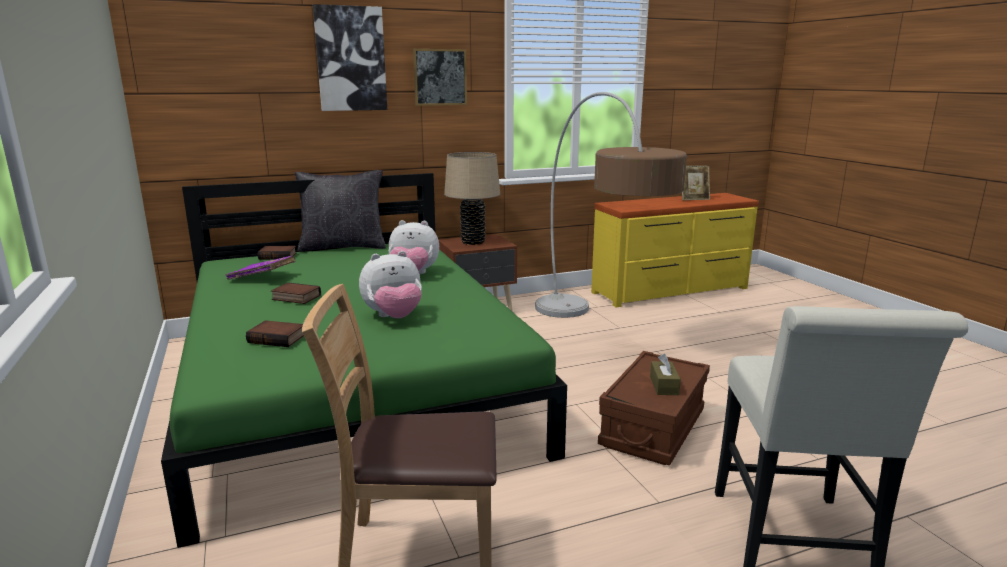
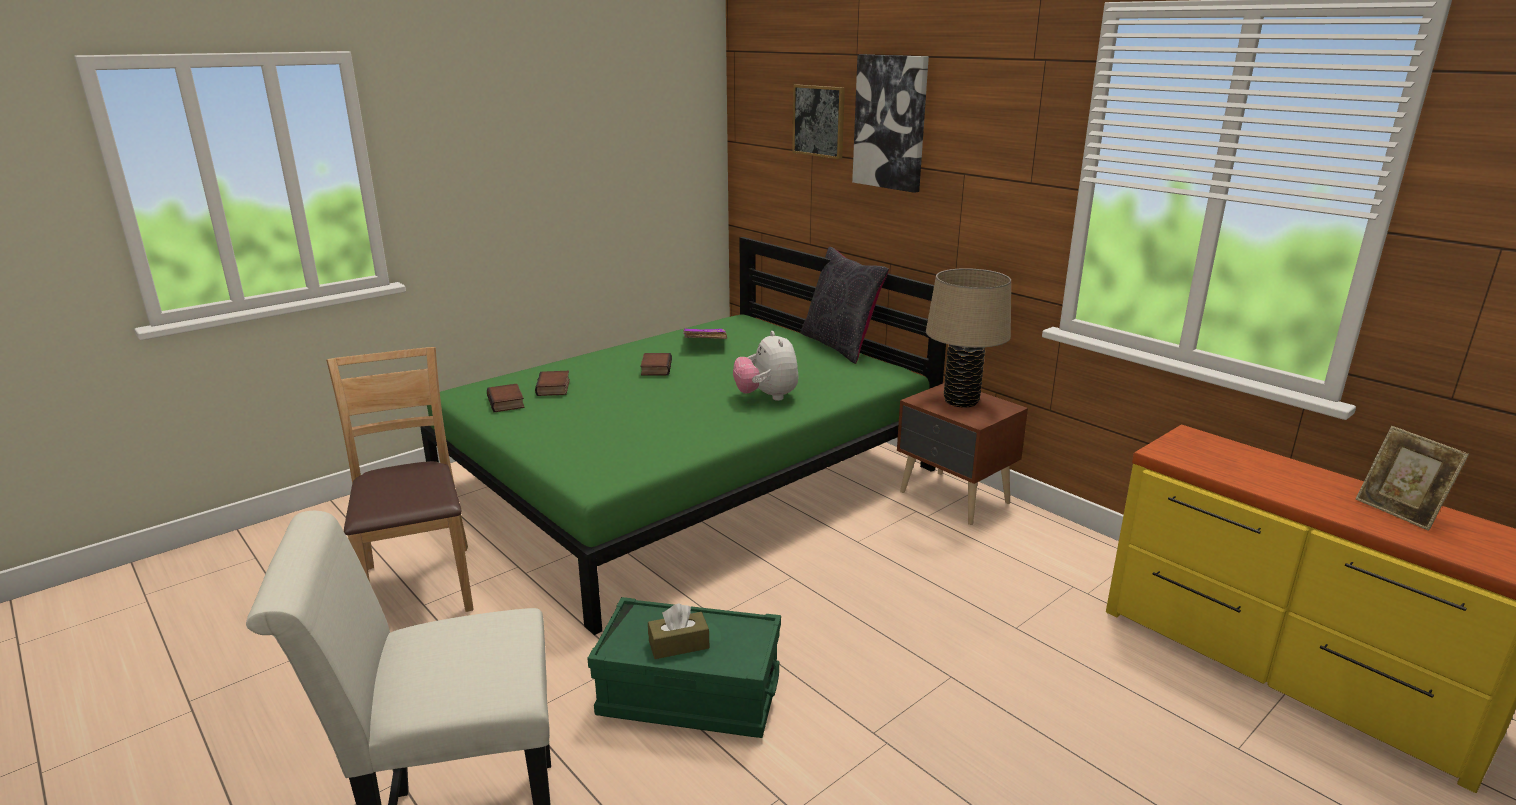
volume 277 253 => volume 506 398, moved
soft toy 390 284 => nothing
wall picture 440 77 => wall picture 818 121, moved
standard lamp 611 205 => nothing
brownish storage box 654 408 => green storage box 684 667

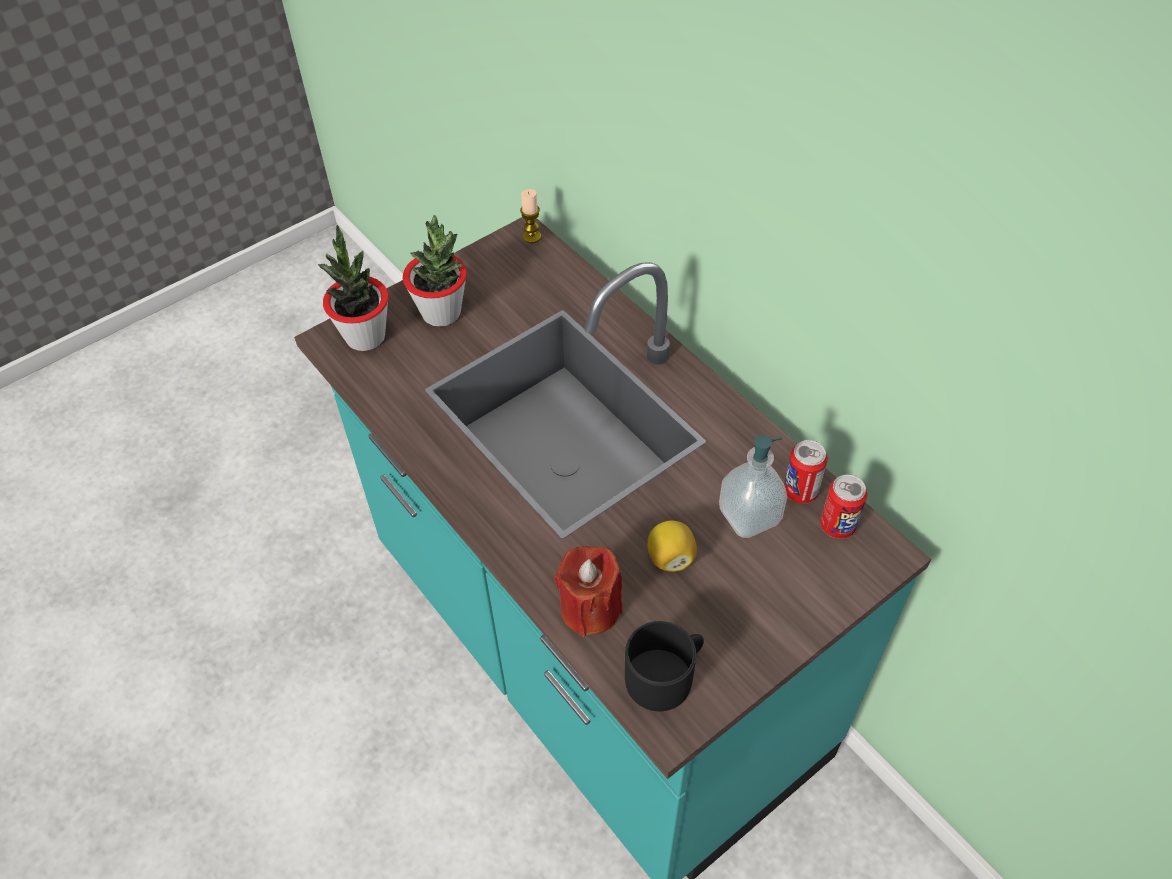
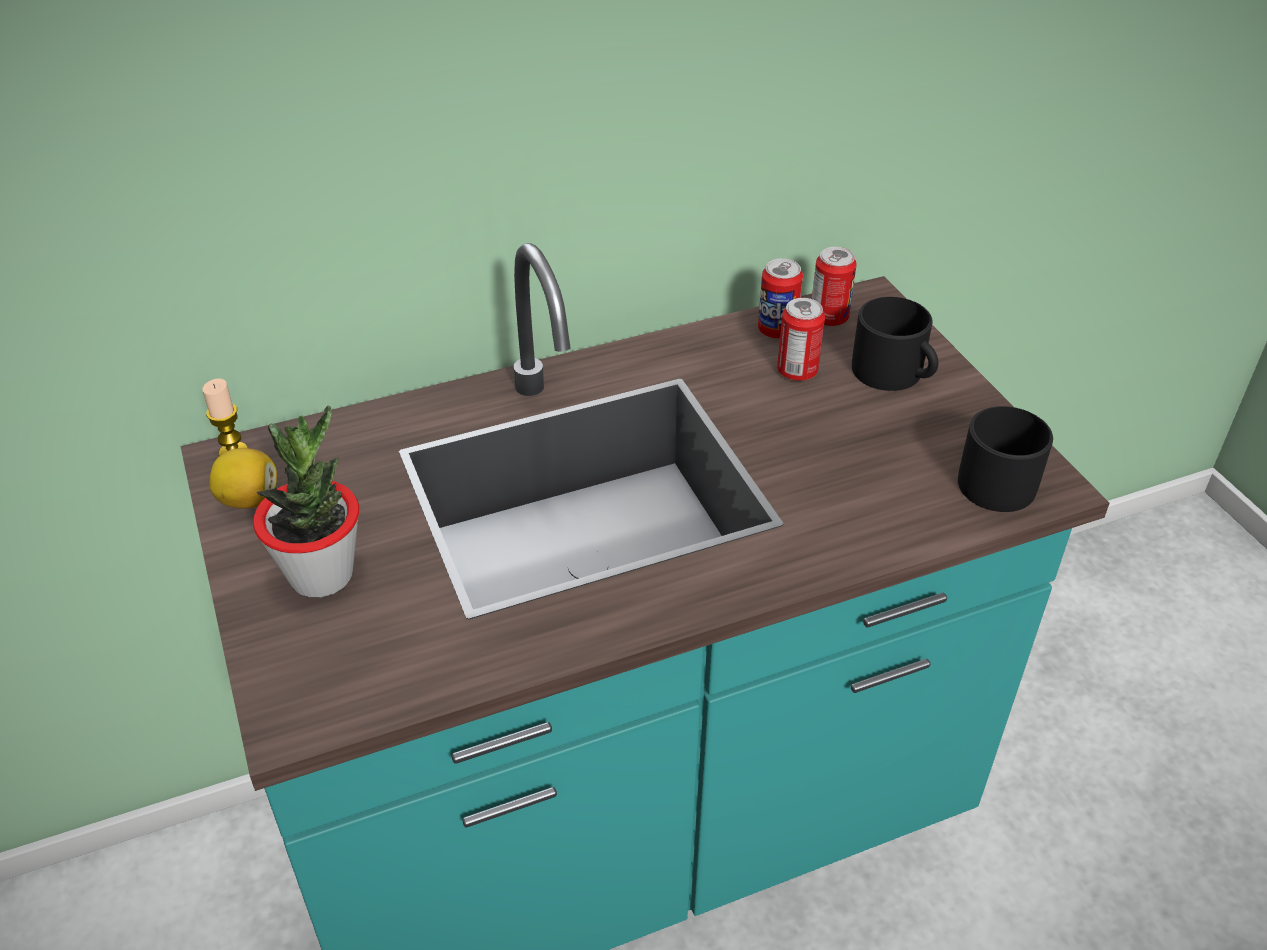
potted plant 353 288 => nothing
reddish candle 588 591 => nothing
lemon 672 546 => lemon 243 478, moved
soap bottle 753 486 => sealed can 801 339
nothing => blackish coffee mug 895 344

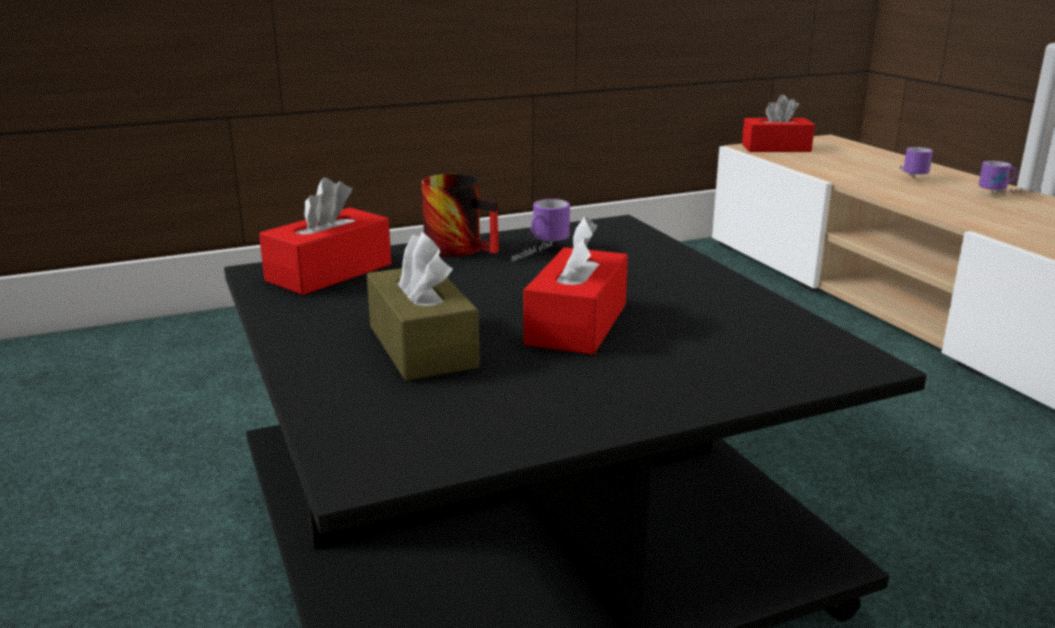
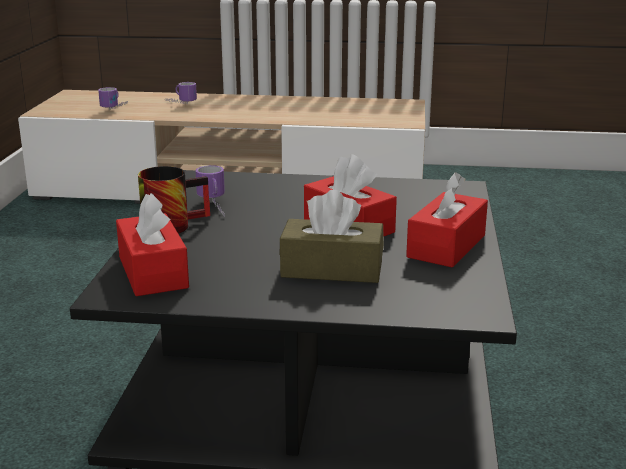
reddish tissue holder 778 123 => reddish tissue holder 447 220, moved
coffee mug 1006 178 => coffee mug 113 98, moved

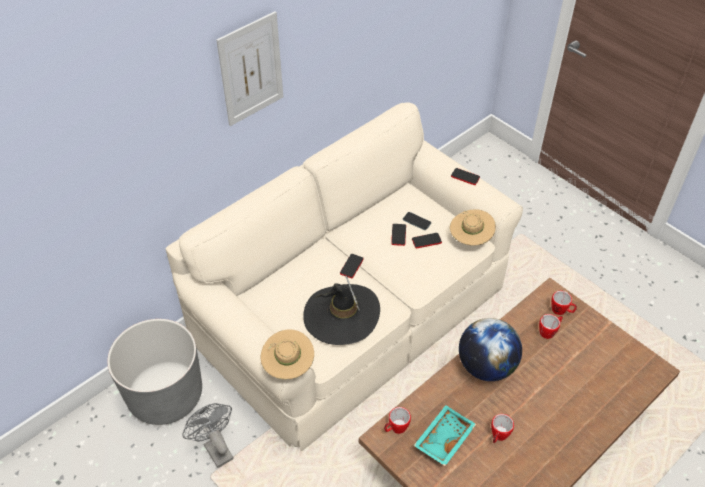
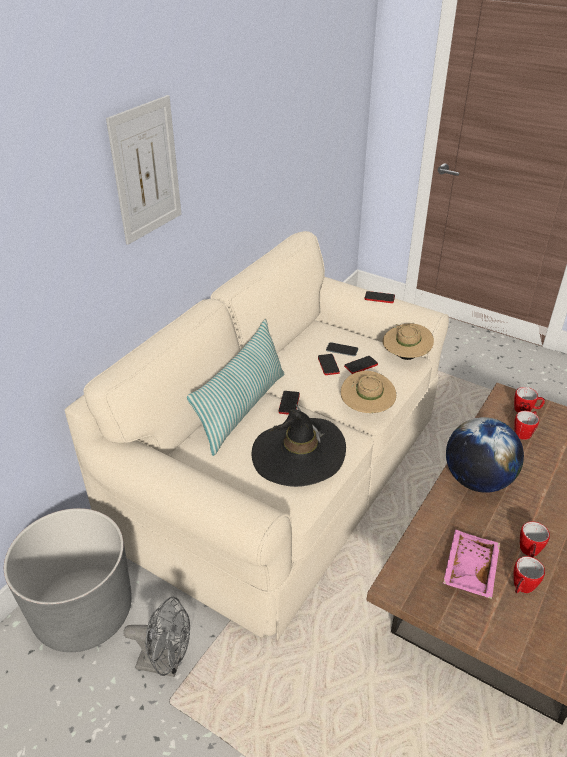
grey electric fan 208 435 => grey electric fan 156 637, 150 degrees clockwise
sand-coloured wearable hat 287 354 => sand-coloured wearable hat 368 392, moved
coffee mug 397 420 => coffee mug 529 574, moved
turquoise tray 444 435 => pink tray 471 564
nothing => cushion 236 388

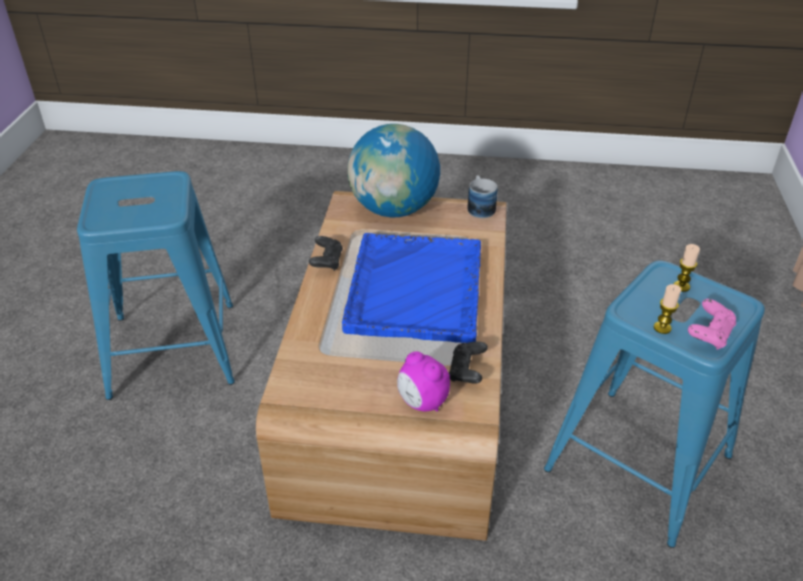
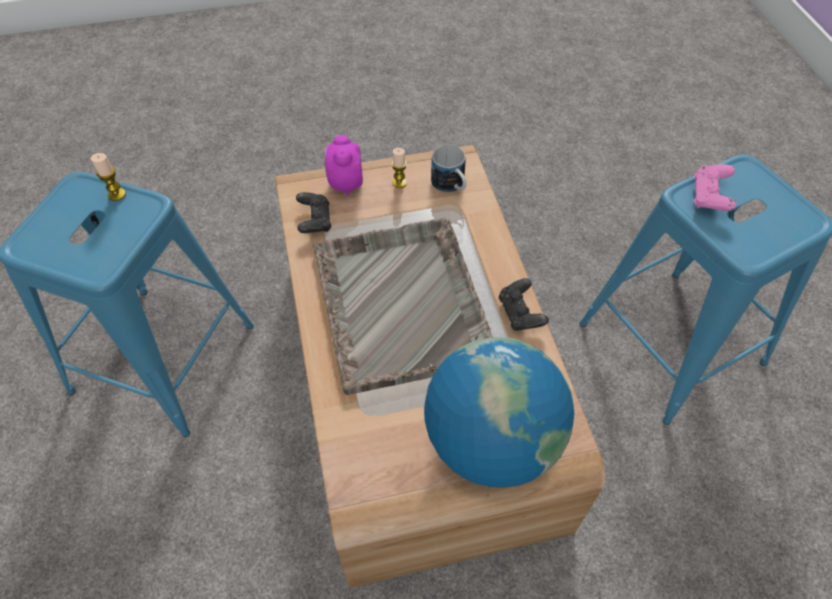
blue-coloured tray 411 288 => grey tray 403 306
table clock 423 381 => table clock 344 165, 120 degrees counterclockwise
coffee mug 482 196 => coffee mug 448 169, moved
candle 687 268 => candle 399 168, moved
pink gamepad 712 324 => pink gamepad 715 187, moved

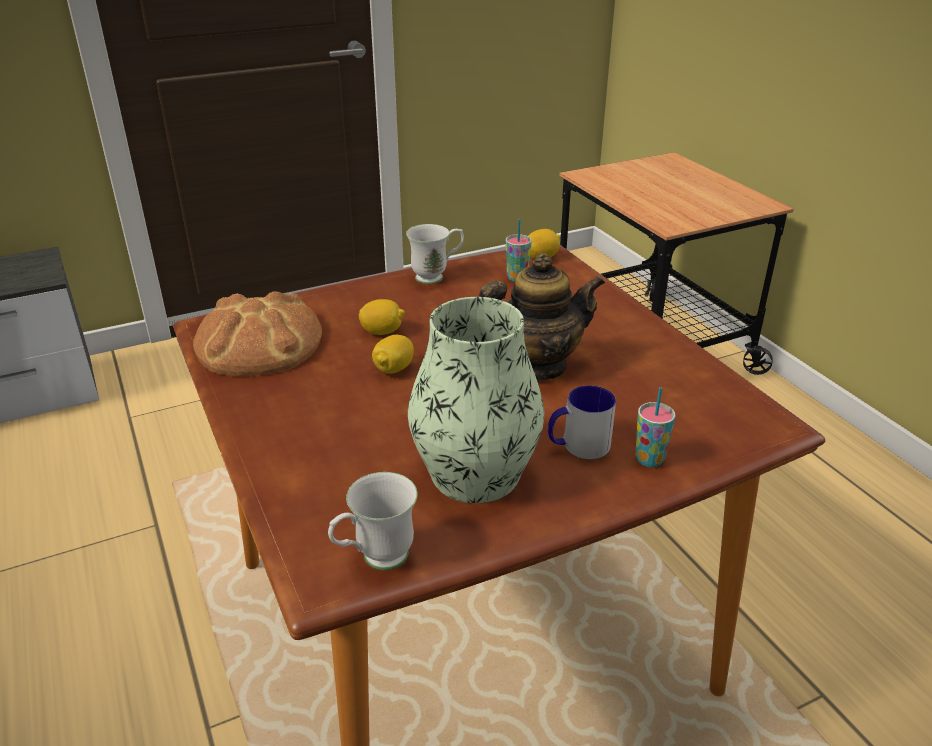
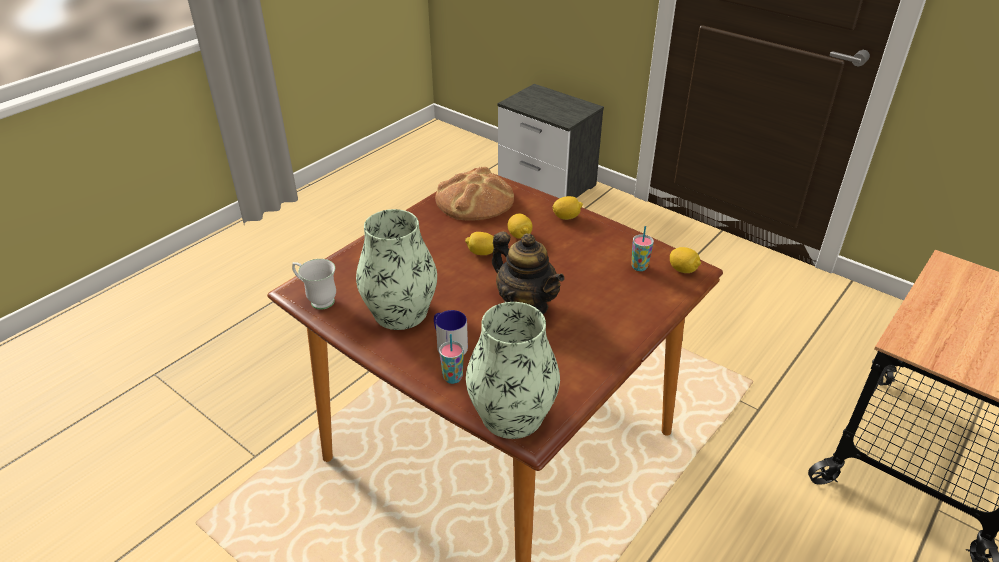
whitish coffee mug 435 254 => nothing
nothing => decorative vase 513 370
nothing => lemon 567 208

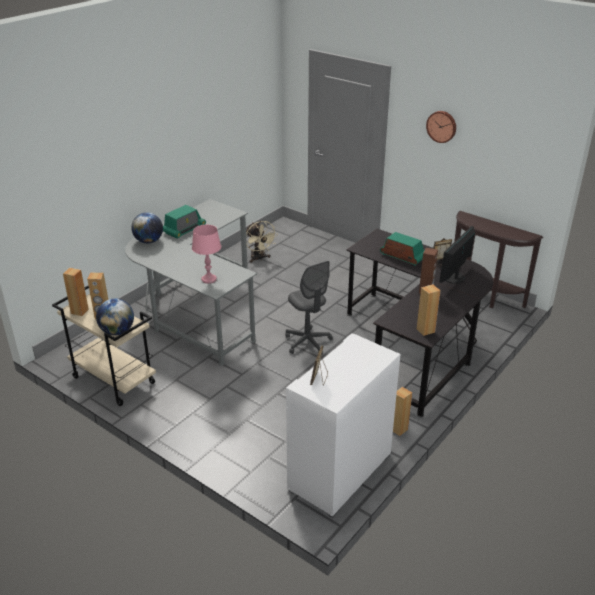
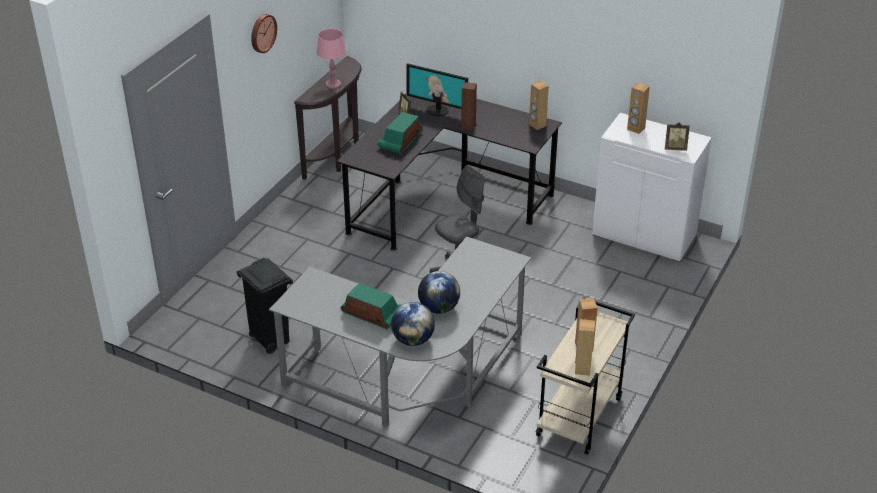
world globe 115 316 => world globe 439 292, moved
pink lamp for a table 206 254 => pink lamp for a table 331 59, moved
sand-coloured electric fan 262 242 => blackish waste bin 264 306
brownish loudspeaker 402 411 => brownish loudspeaker 638 108, moved

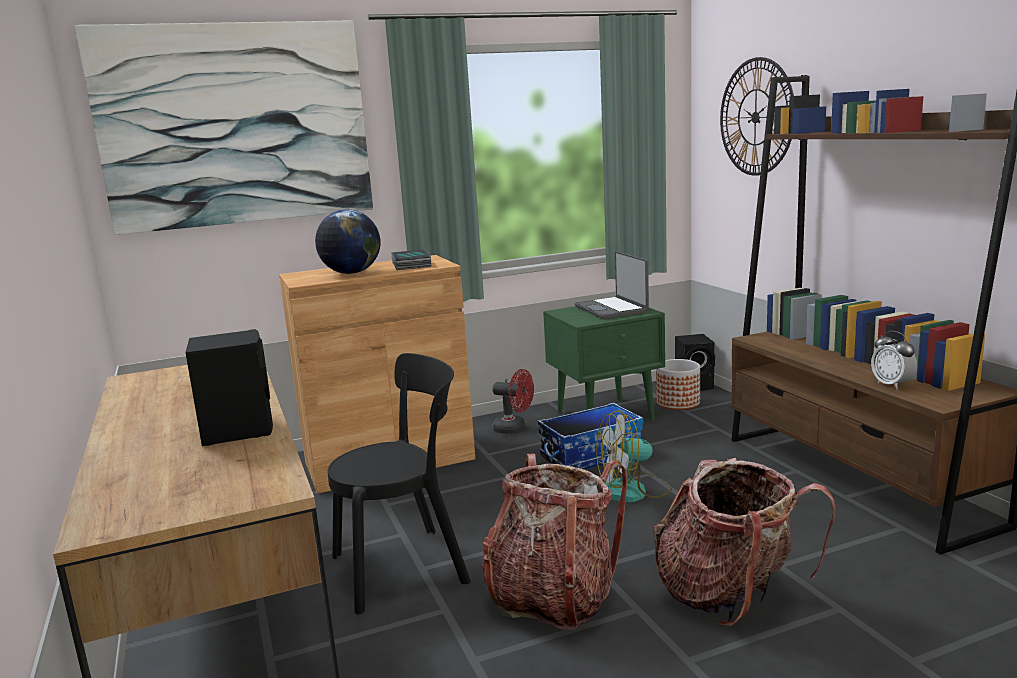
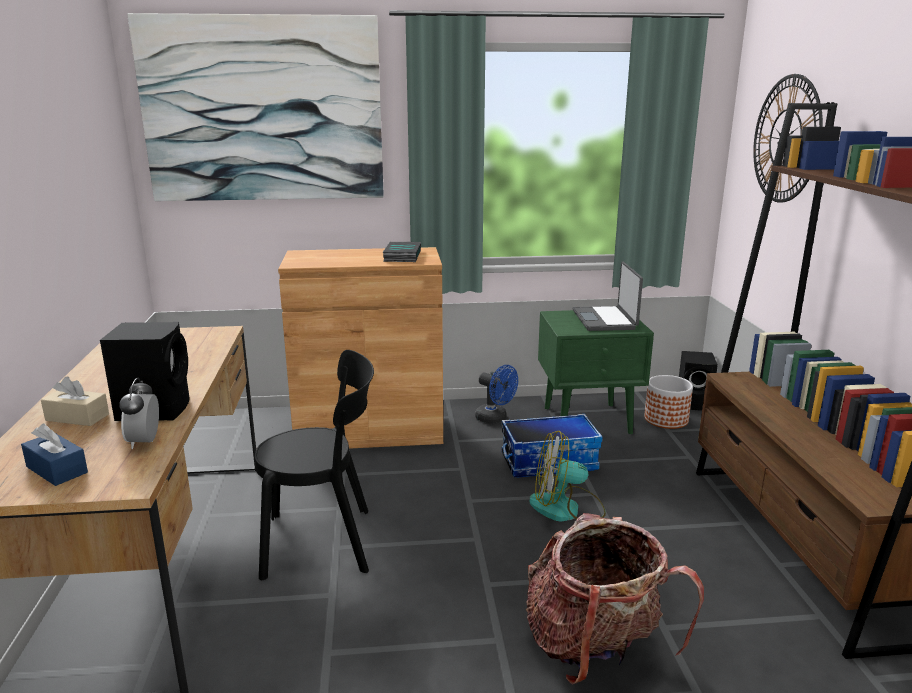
world globe 347 241 => nothing
rucksack 555 541 => nothing
reddish electric fan 513 401 => blue-coloured electric fan 496 394
table clock 894 360 => table clock 139 413, moved
nothing => blue-coloured tissue holder 54 455
nothing => sand-coloured tissue holder 75 401

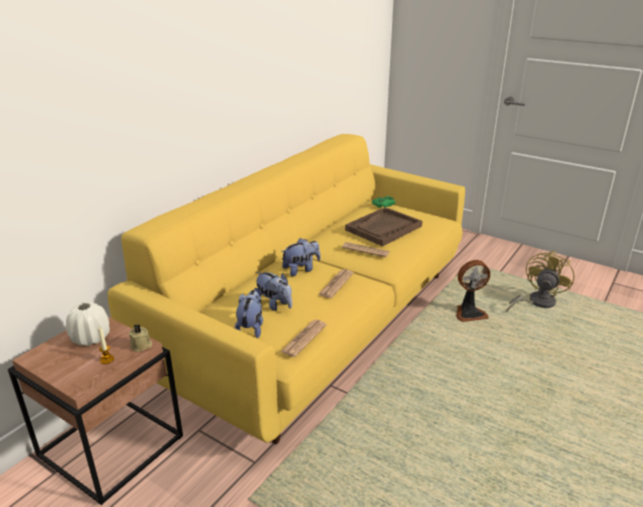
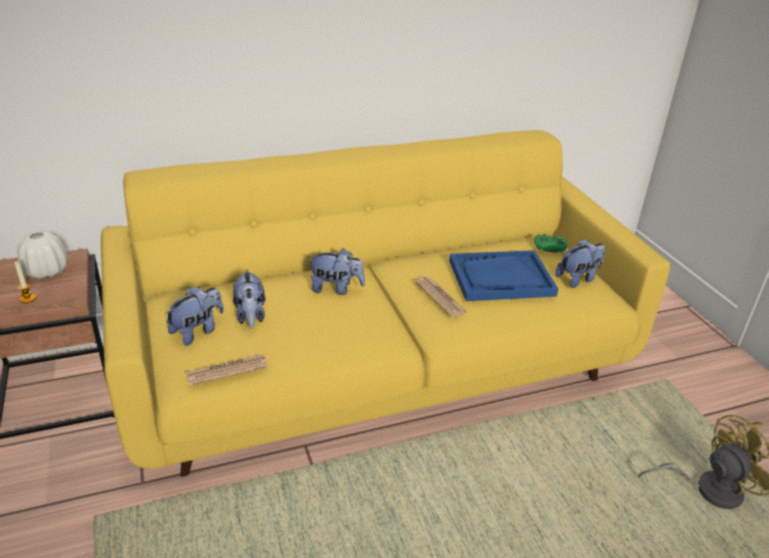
sand-coloured candle 140 338 => nothing
newspaper 336 283 => nothing
brownish tray 383 226 => blue-coloured tray 503 275
electric fan 473 291 => nothing
nothing => soft toy 580 263

